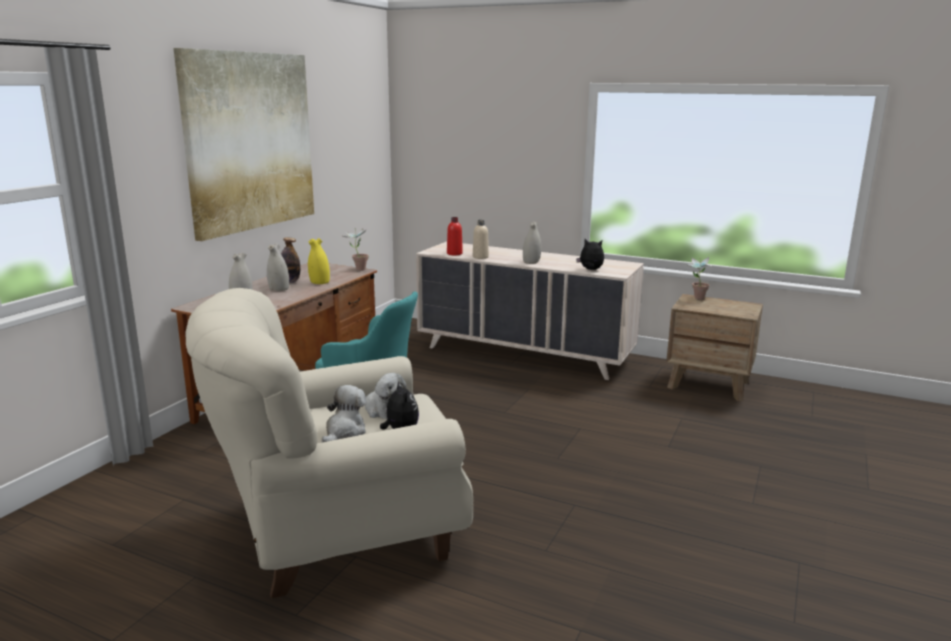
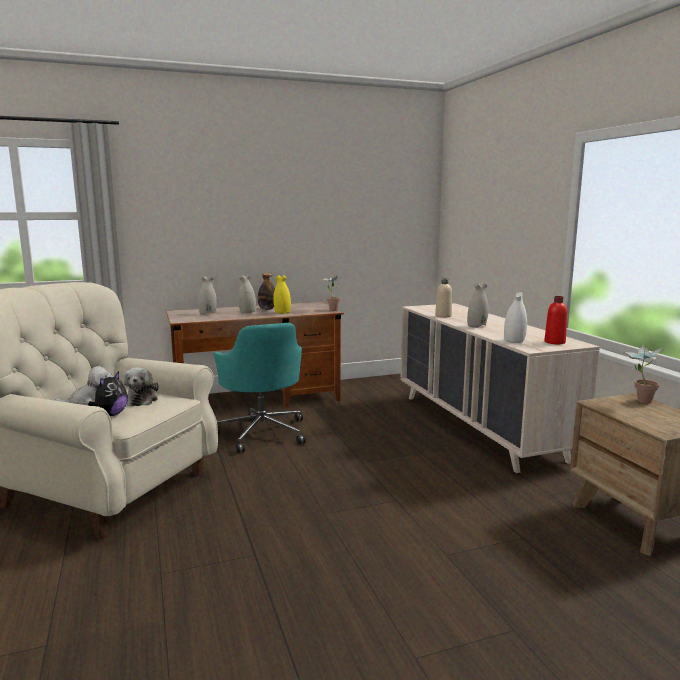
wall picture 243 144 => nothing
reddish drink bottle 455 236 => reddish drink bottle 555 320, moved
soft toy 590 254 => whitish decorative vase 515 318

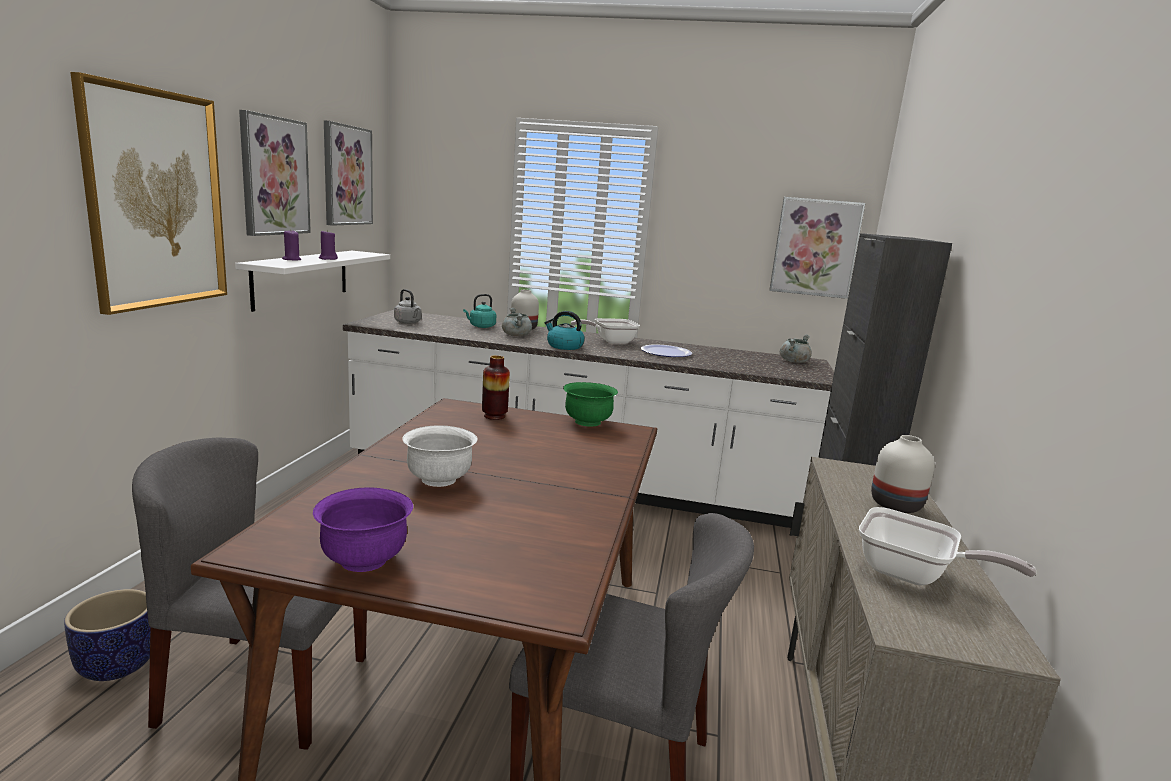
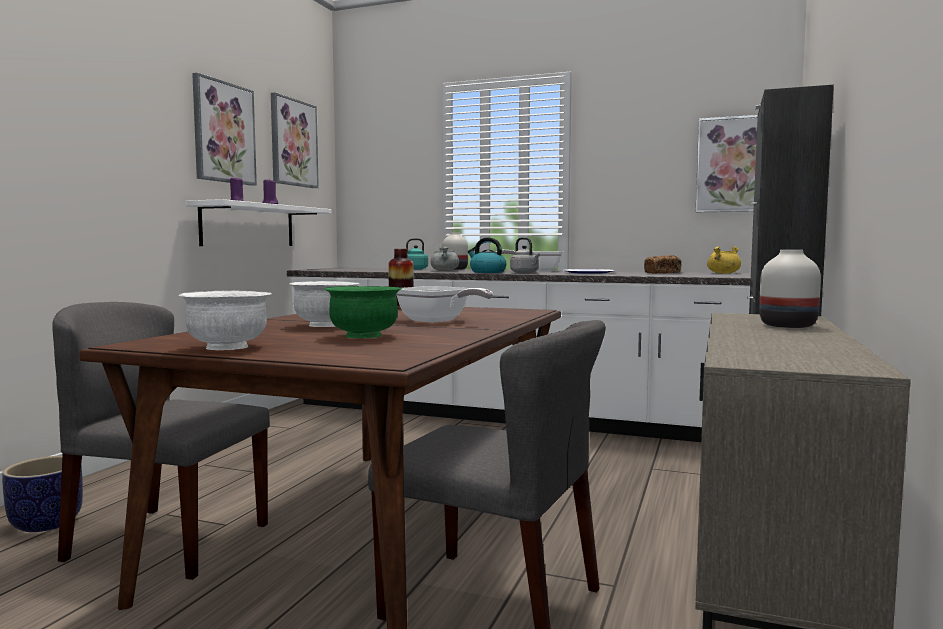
wall picture 148 193 => nothing
purple-coloured bowl 363 529 => whitish bowl 225 320
grey tea kettle 408 306 => grey tea kettle 525 255, moved
green bowl 590 404 => green bowl 363 312, moved
grey cooking pot 796 348 => yellow cooking pot 724 260
pan 947 546 => pan 444 304, moved
nothing => bakery bread 663 264

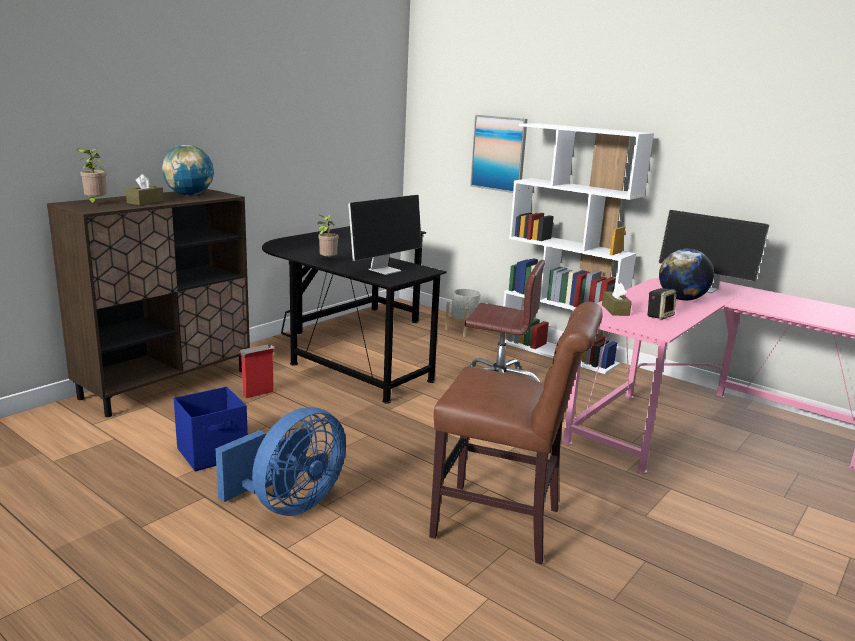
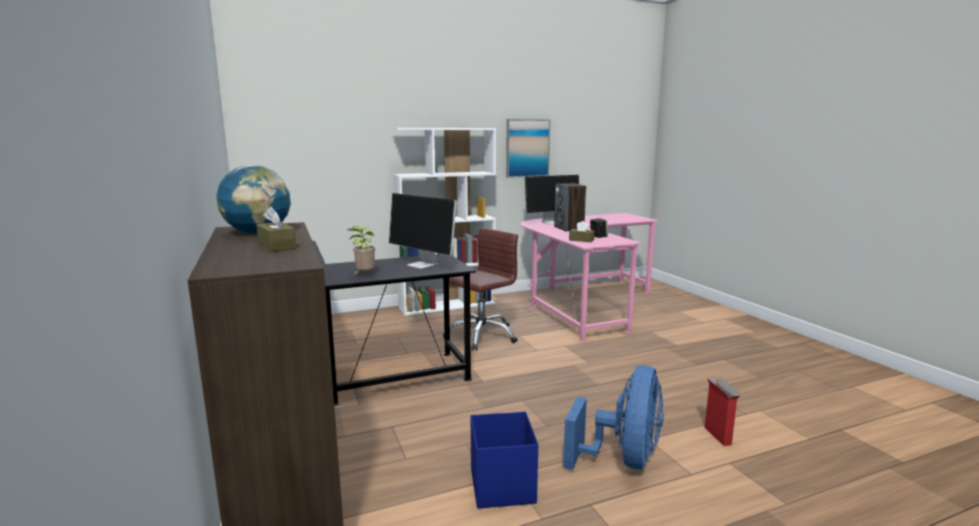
potted plant 91 176 => nothing
blue-coloured electric fan 280 461 => blue-coloured electric fan 613 417, 45 degrees clockwise
packing box 256 371 => packing box 723 411, moved
computer screen 385 235 => computer screen 423 231, 150 degrees clockwise
brownish chair 516 432 => nothing
grey flower pot 464 313 => nothing
wall picture 499 154 => wall picture 528 148, moved
world globe 686 275 => loudspeaker 570 207

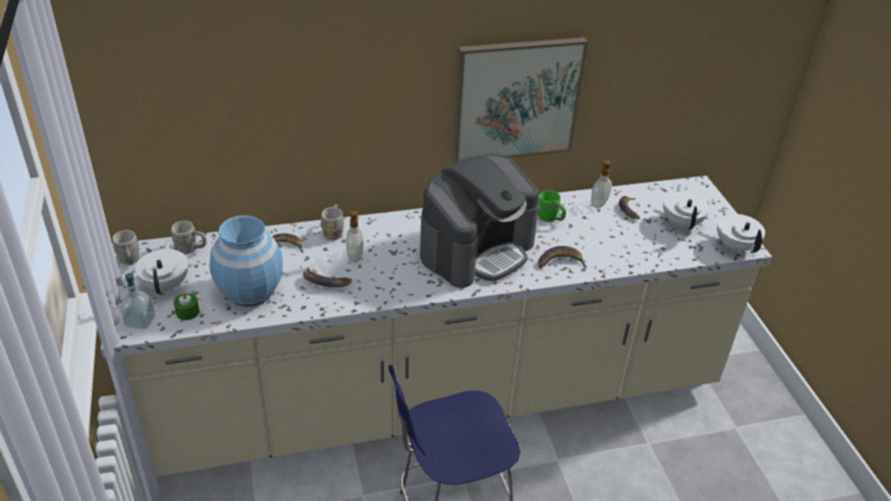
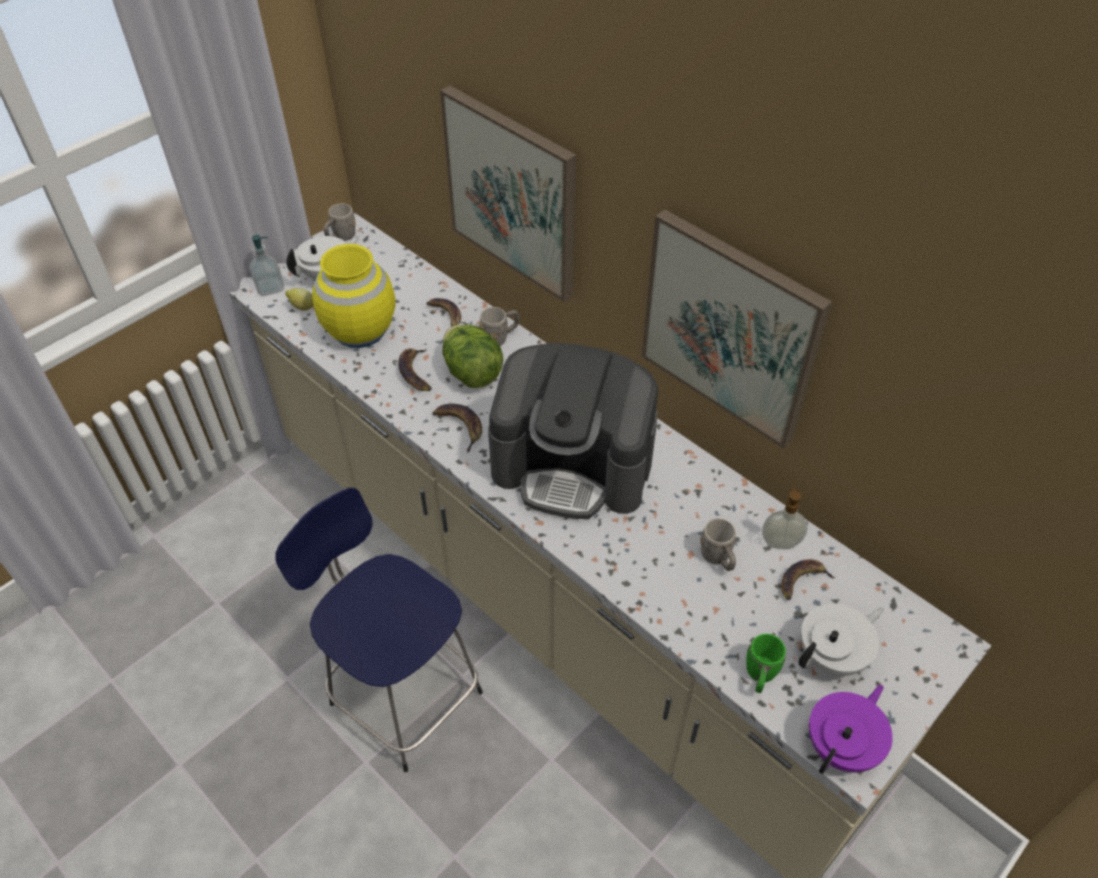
grey coffee mug 189 237 => grey coffee mug 718 544, moved
green candle 186 306 => lemon 299 299
blue-coloured decorative vase 246 261 => yellow decorative vase 354 296
soap bottle 353 236 => lettuce head 473 356
green coffee mug 552 206 => green coffee mug 766 663, moved
whole banana 562 257 => whole banana 457 428, moved
whitish teapot 741 230 => purple-coloured teapot 851 729
nothing => wall picture 508 194

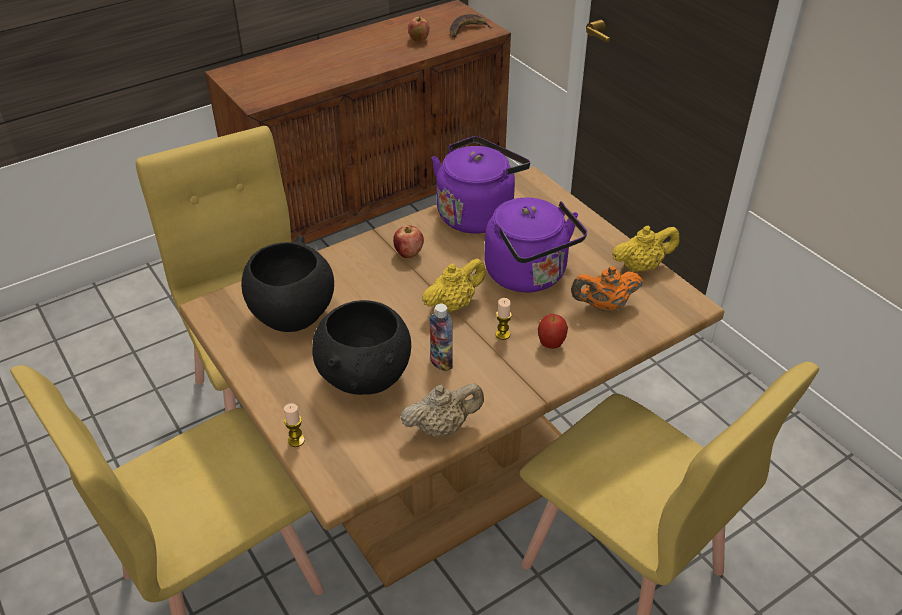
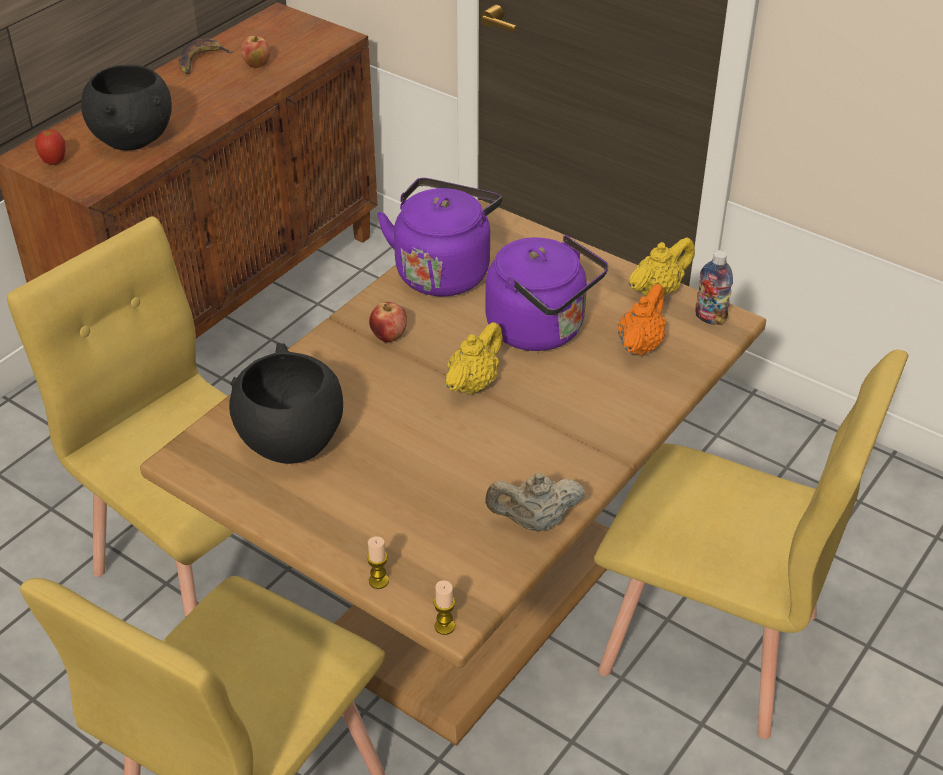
blackish bowl 361 347 => blackish bowl 126 107, moved
sand-coloured teapot 442 410 => sand-coloured teapot 535 502, 150 degrees counterclockwise
drink bottle 441 337 => drink bottle 714 287, moved
whole banana 471 25 => whole banana 205 56, moved
candle 503 319 => candle 444 607, moved
whole apple 553 331 => whole apple 50 147, moved
orange-coloured teapot 607 289 => orange-coloured teapot 642 320, 150 degrees clockwise

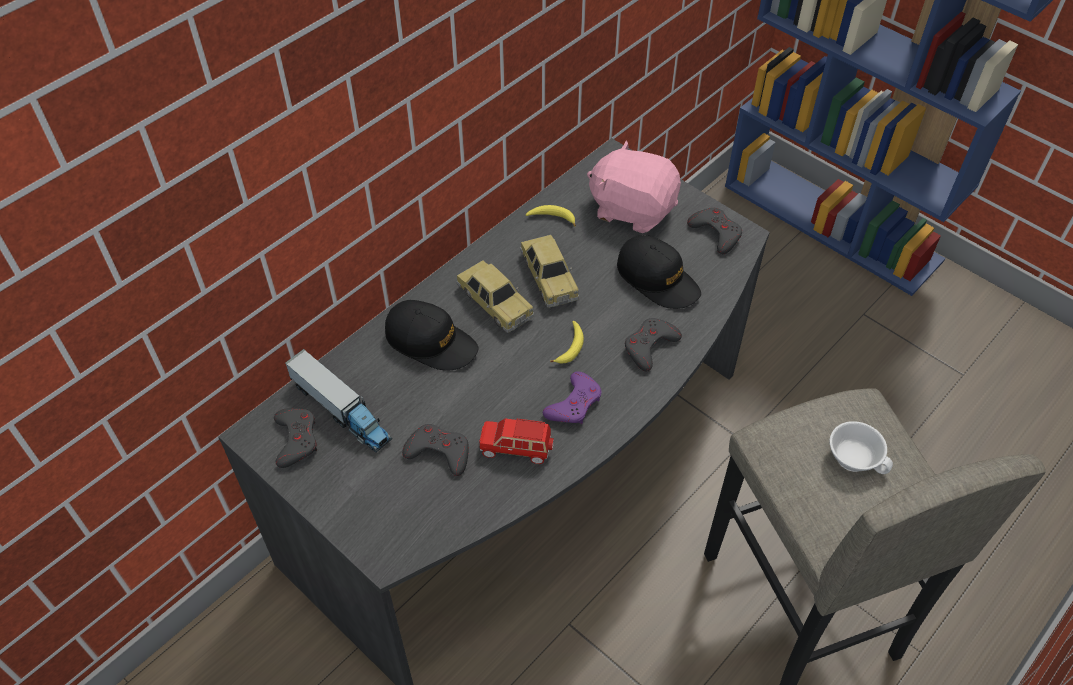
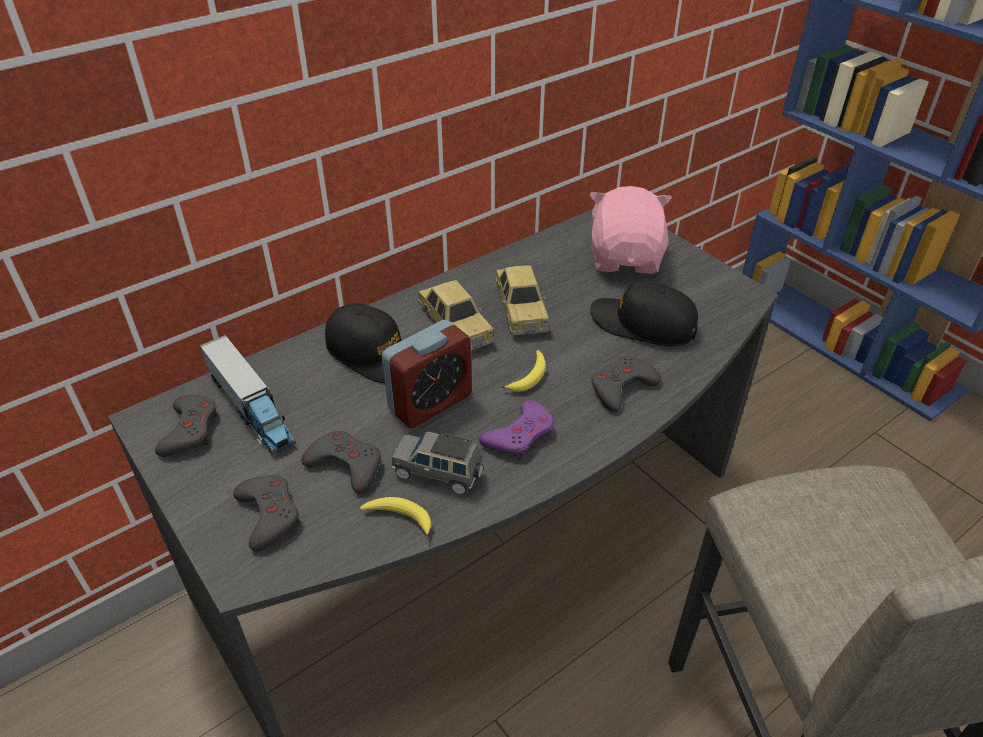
reddish miniature car 516 441 => grey miniature car 437 463
whole banana 551 216 => whole banana 395 518, moved
pink soft toy 634 186 => pink soft toy 631 230, 60 degrees clockwise
blackish peaked cap 659 272 => blackish peaked cap 644 314, 150 degrees clockwise
grey gamepad 714 231 => grey gamepad 266 513, moved
whitish cup 861 447 => nothing
nothing => table clock 427 374

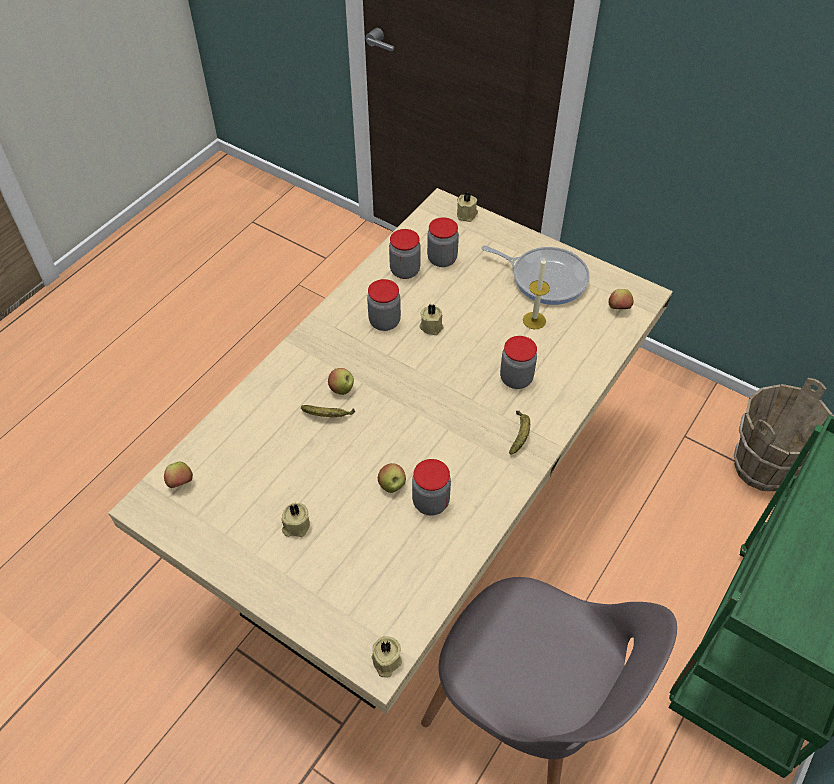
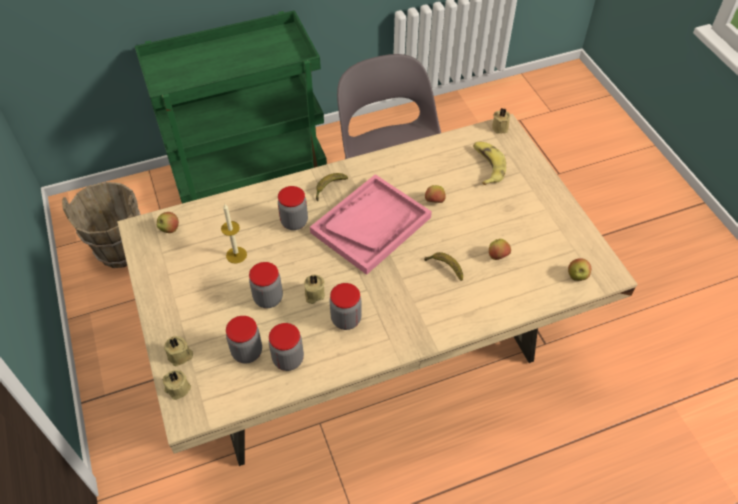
sand-coloured candle 296 520 => sand-coloured candle 178 351, moved
whole apple 341 381 => whole apple 500 249, moved
jar 431 487 => jar 266 285, moved
pan 535 275 => nothing
nothing => pink tray 371 224
nothing => whole banana 489 163

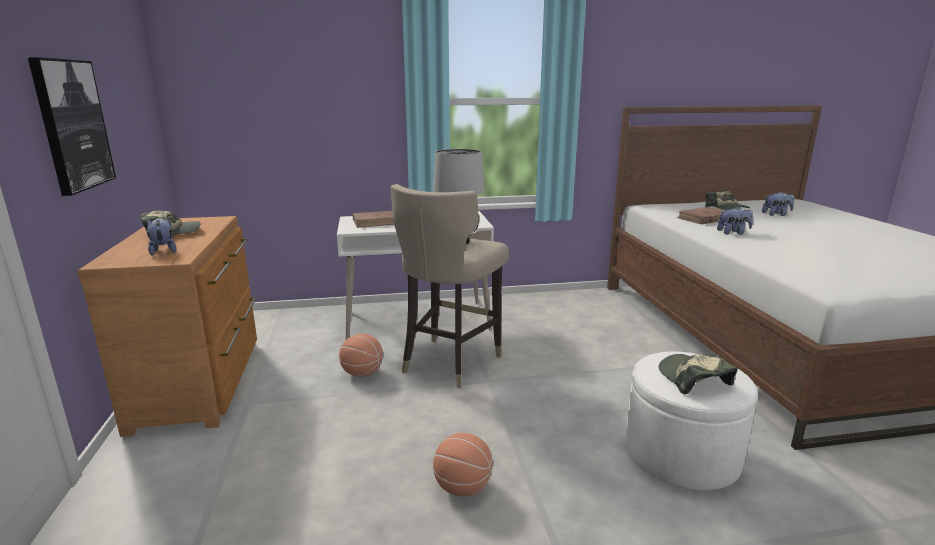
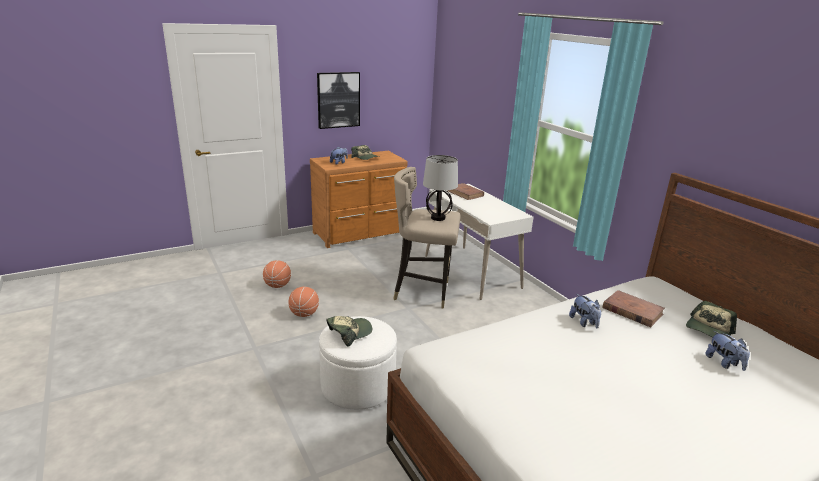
basketball ball 361 355 => basketball ball 277 274, moved

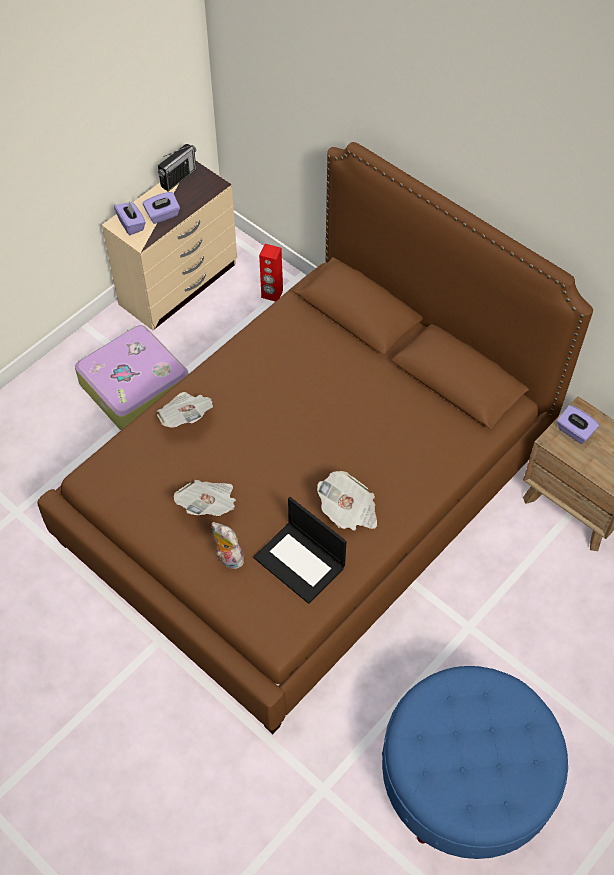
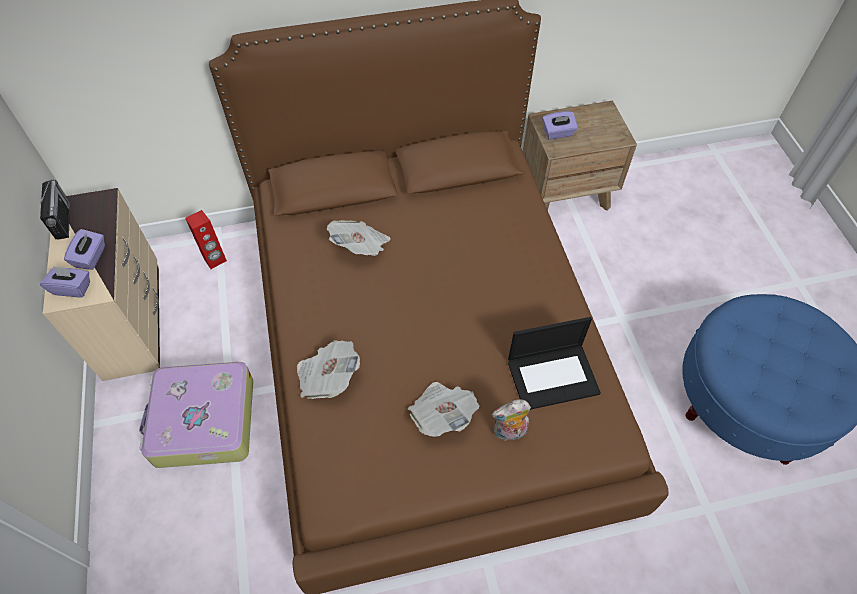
newspaper 347 501 => newspaper 359 238, moved

